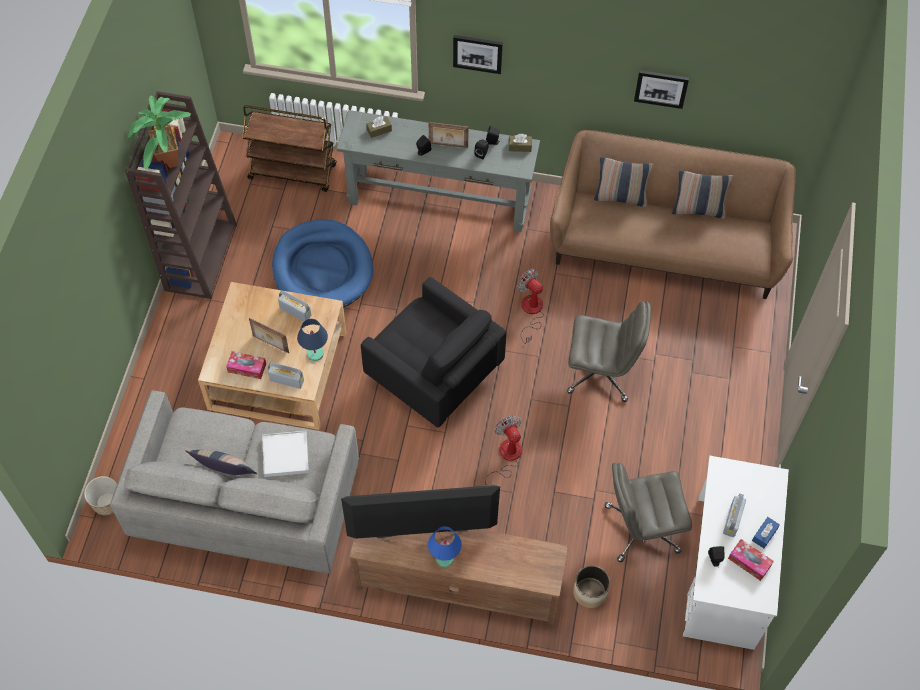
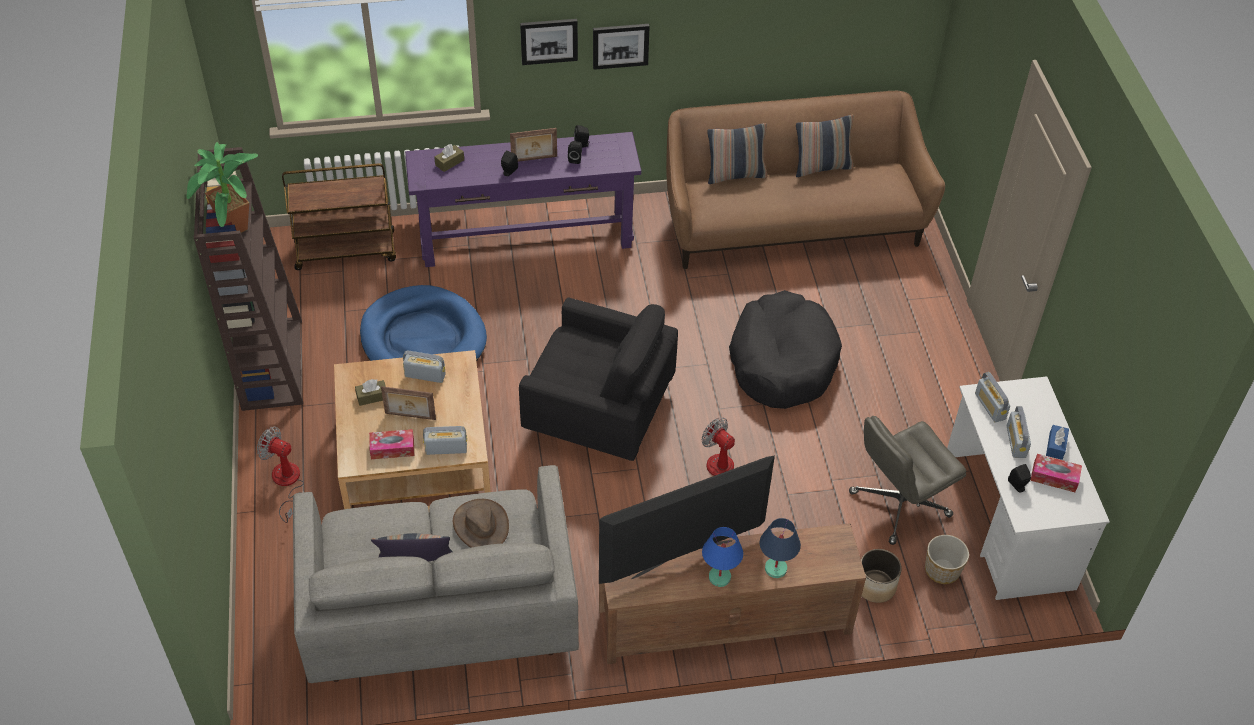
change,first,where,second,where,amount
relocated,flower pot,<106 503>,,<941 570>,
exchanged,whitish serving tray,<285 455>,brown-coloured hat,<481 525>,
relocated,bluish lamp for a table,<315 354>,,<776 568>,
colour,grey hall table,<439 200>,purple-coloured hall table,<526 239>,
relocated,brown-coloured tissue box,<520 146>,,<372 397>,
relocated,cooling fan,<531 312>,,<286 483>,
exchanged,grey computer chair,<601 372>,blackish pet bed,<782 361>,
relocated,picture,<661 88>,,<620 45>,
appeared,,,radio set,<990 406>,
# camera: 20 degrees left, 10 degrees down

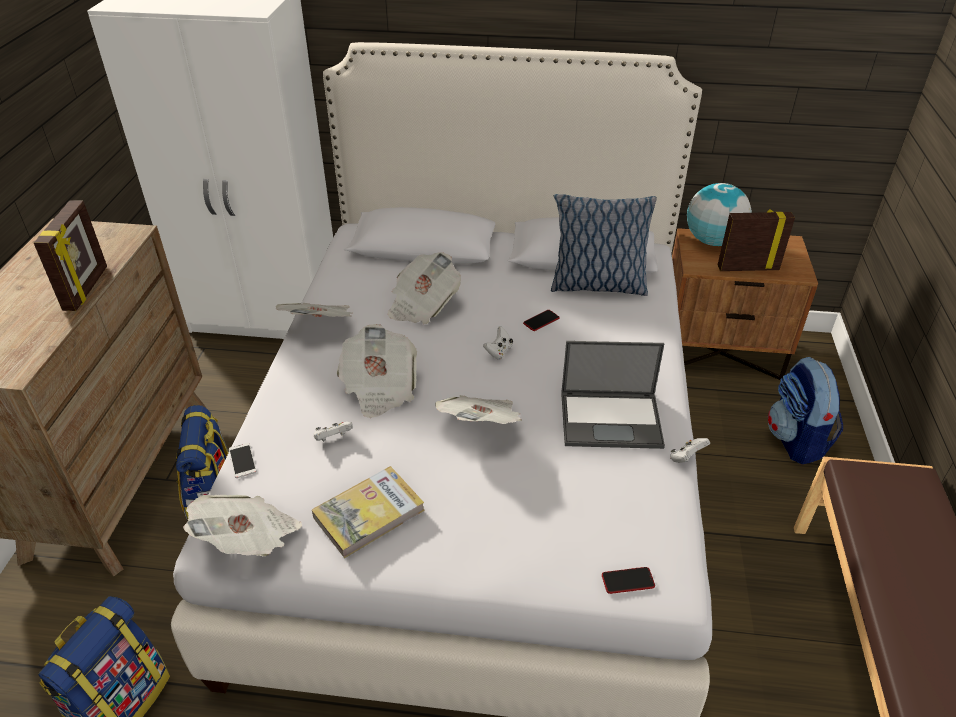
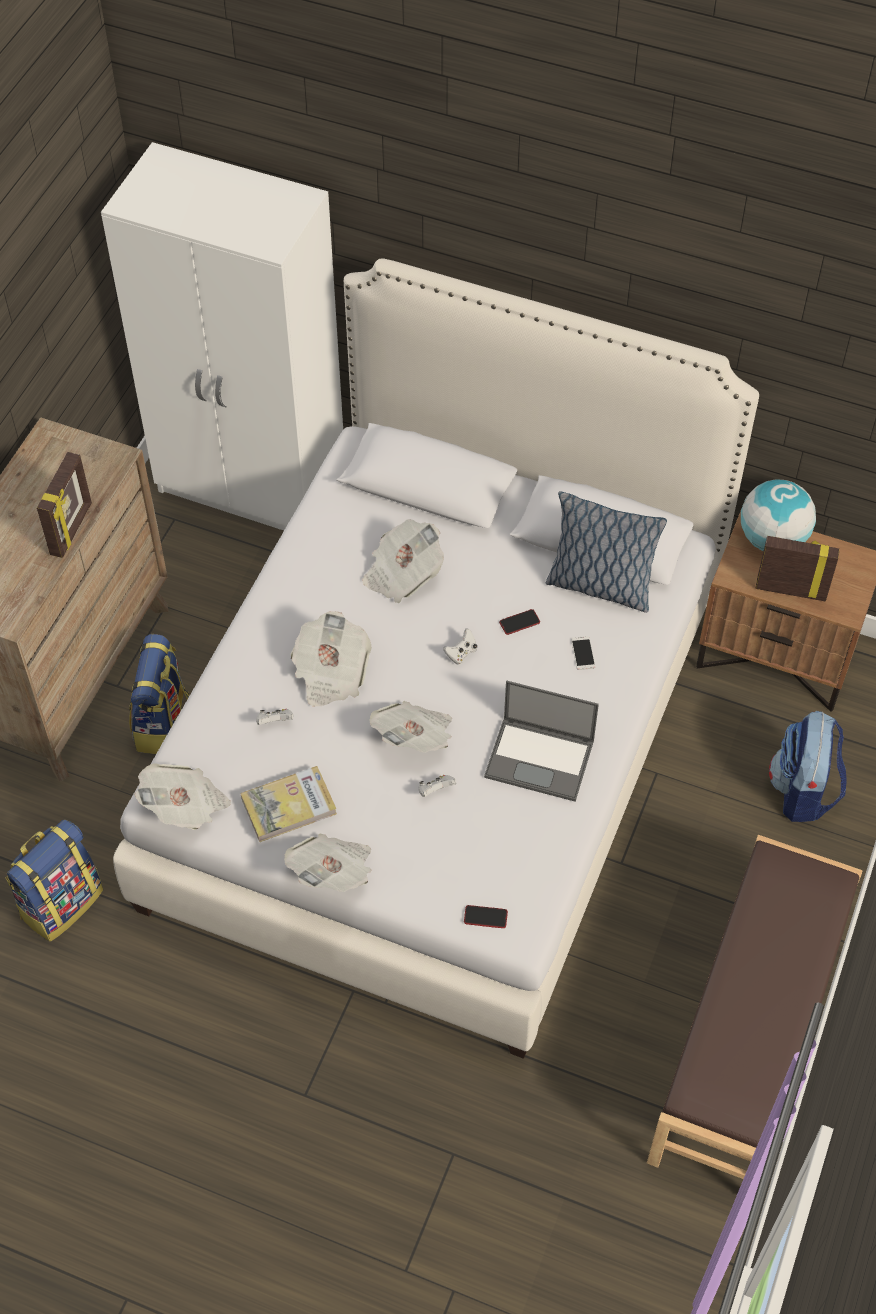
change,first,where,second,where,amount
relocated,phone,<242 460>,,<583 653>,
relocated,daily paper,<321 325>,,<333 873>,
relocated,whitish gamepad,<686 458>,,<435 790>,
# camera: 15 degrees right, 15 degrees up

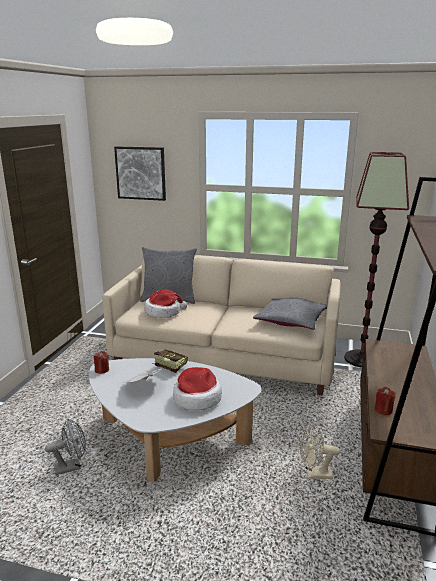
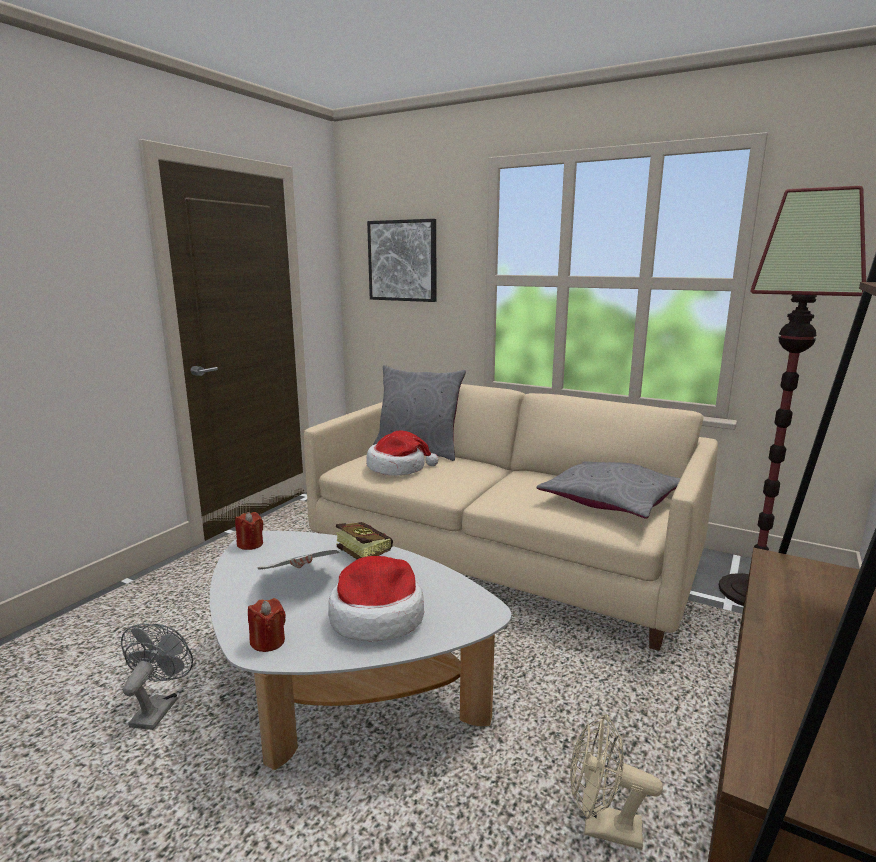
change,first,where,second,where,amount
spun,grey cooling fan,<72 466>,,<158 708>,75 degrees counterclockwise
relocated,red wax candle,<383 410>,,<268 642>,
# camera: 15 degrees right, 5 degrees down

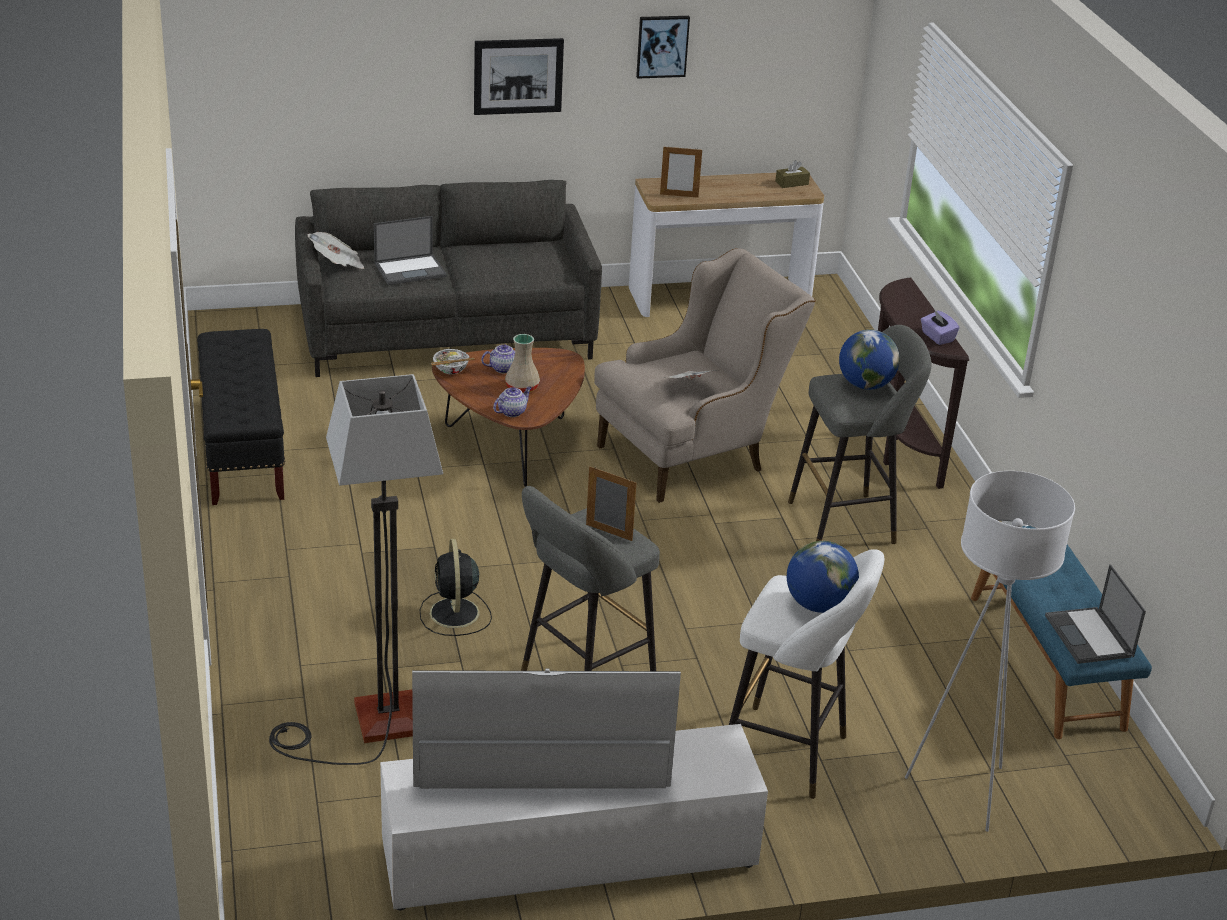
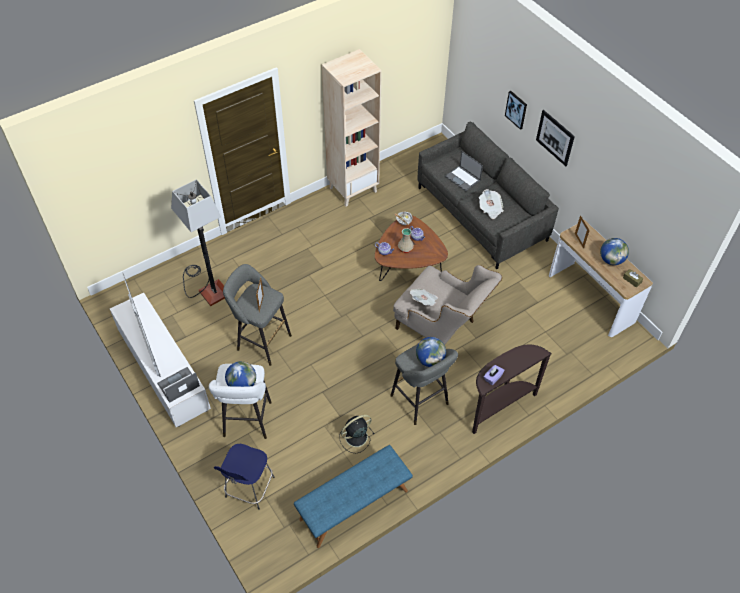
change,first,where,second,where,amount
exchanged,blackish bench,<243 450>,sand-coloured shelving unit,<353 189>,
relocated,daily paper,<337 264>,,<490 209>,
relocated,blackish cooling fan,<454 614>,,<355 437>,
relocated,picture,<662 46>,,<516 109>,
exchanged,whitish standard lamp,<962 791>,bluish stool,<249 489>,
relocated,laptop,<1090 637>,,<178 385>,
appeared,,,world globe,<611 260>,
# camera: 70 degrees right, 20 degrees up

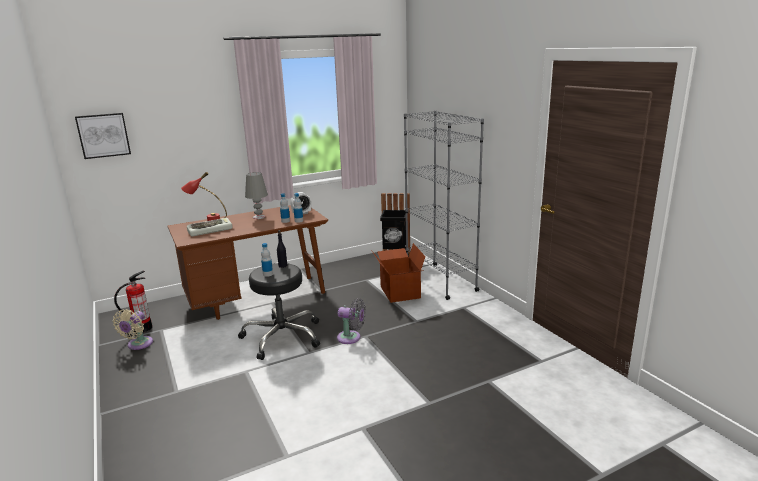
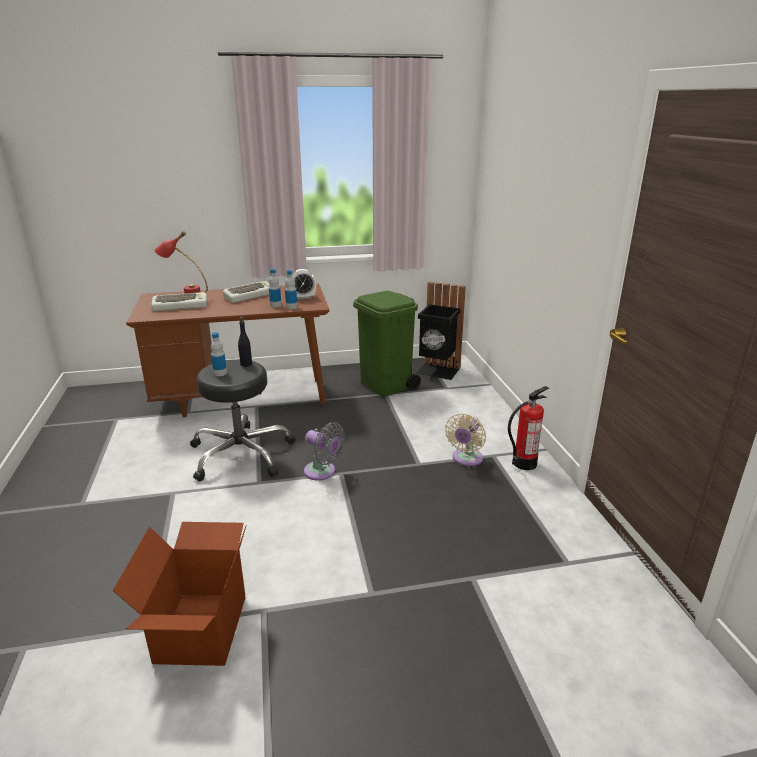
change,first,where,second,where,amount
missing,picture,<103 135>,,,
relocated,sand-coloured cooling fan,<138 345>,,<466 459>,
relocated,fire-fighting cylinder,<143 328>,,<524 463>,
exchanged,grey lamp for a table,<259 217>,PC keyboard,<250 296>,
relocated,carton,<399 292>,,<199 628>,
missing,grey shelving unit,<440 280>,,,
appeared,,,green-coloured waste bin,<386 385>,
# camera: 15 degrees right, 5 degrees up

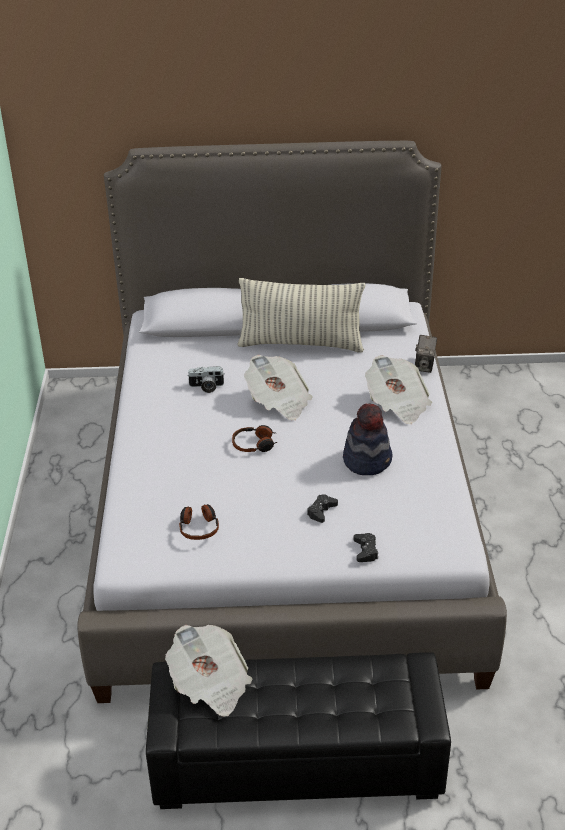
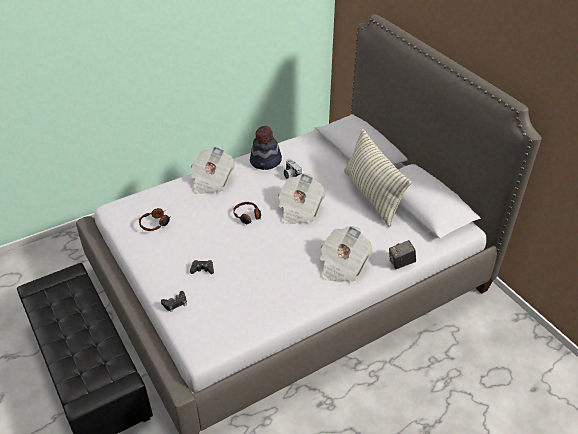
change,first,where,second,where,amount
relocated,daily paper,<210 684>,,<211 181>,
relocated,hat,<367 460>,,<266 161>,
# camera: 60 degrees right, 5 degrees up

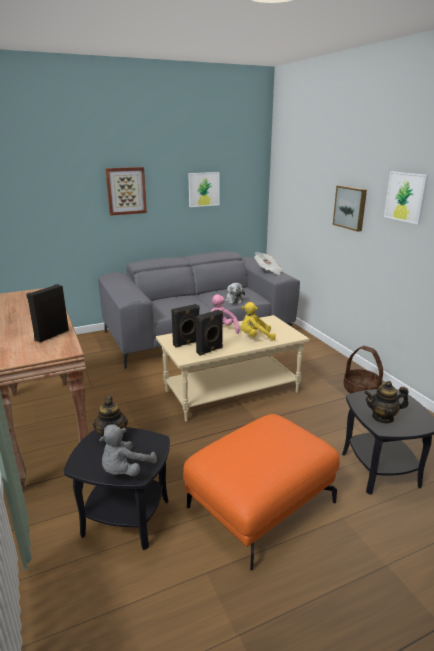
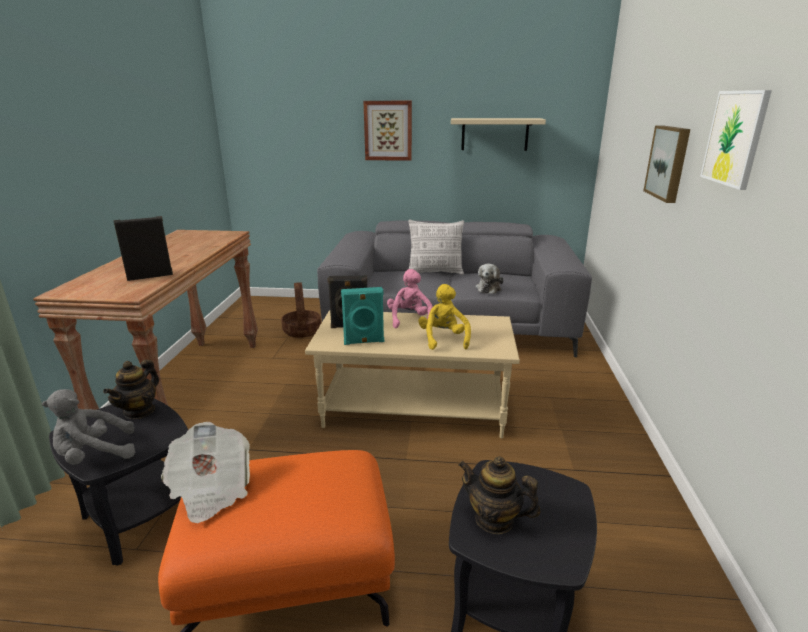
change,first,where,second,where,amount
exchanged,picture,<203 189>,sand-coloured wall shelf,<494 134>,
colour,blackish audio speaker,<210 350>,turquoise audio speaker,<364 342>,
spun,yellowish plush toy,<255 337>,,<443 339>,60 degrees clockwise
relocated,daily paper,<268 271>,,<211 489>,
relocated,basket,<361 390>,,<302 331>,
appeared,,,cushion,<435 272>,
# camera: 30 degrees right, 0 degrees up

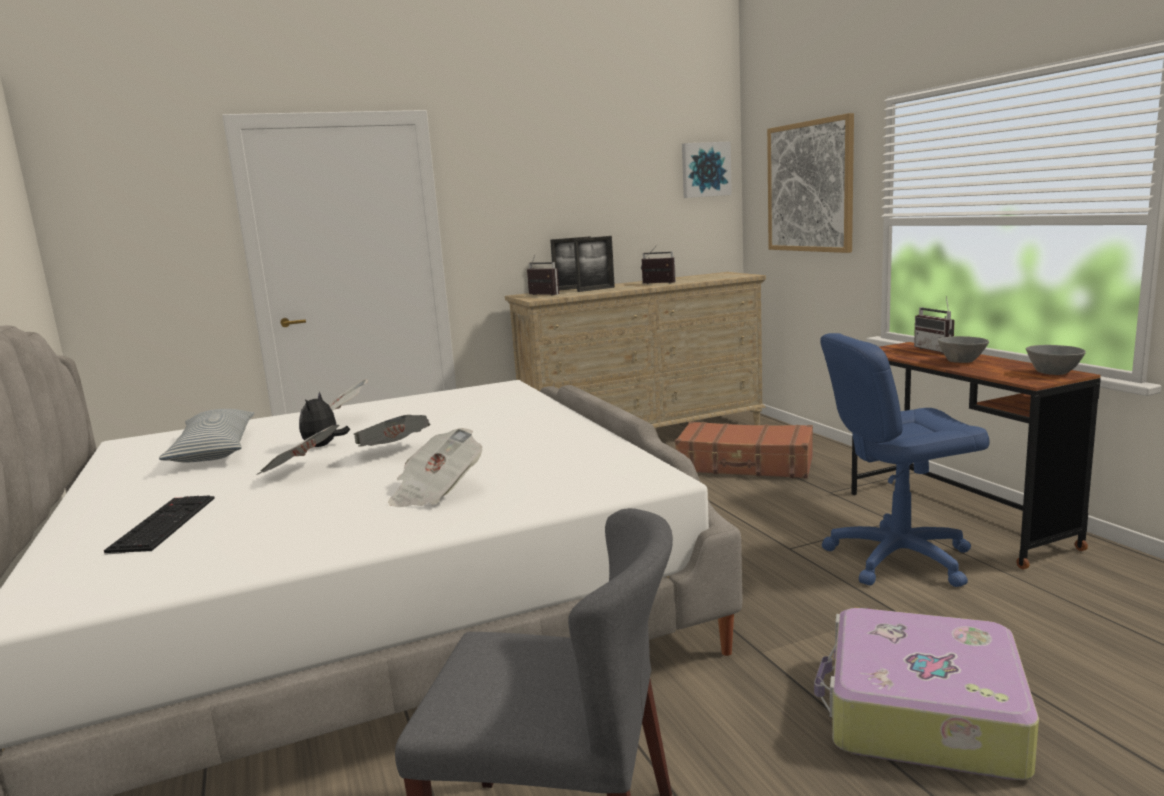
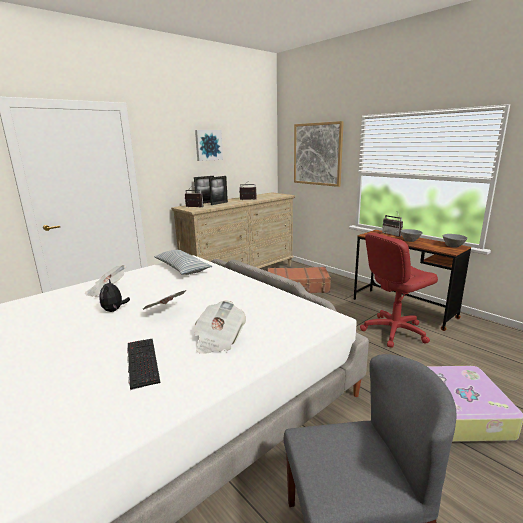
change,first,where,second,where,amount
relocated,PC keyboard,<162 523>,,<141 362>,
relocated,cushion,<214 450>,,<182 268>,
missing,daily paper,<301 471>,,,
relocated,picture,<705 170>,,<208 145>,
colour,bluish computer chair,<898 558>,red computer chair,<394 331>,
# camera: 20 degrees left, 5 degrees up

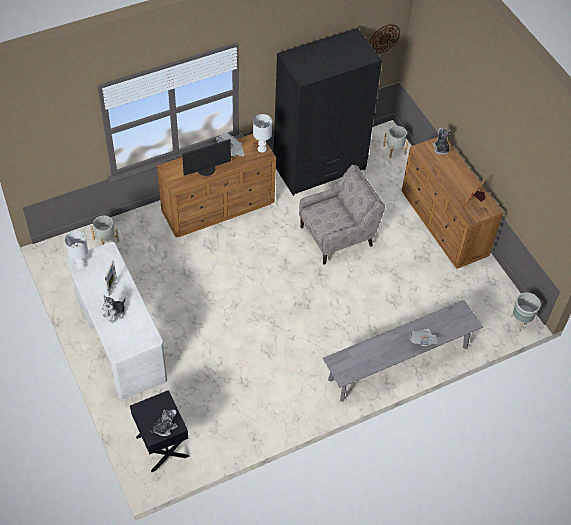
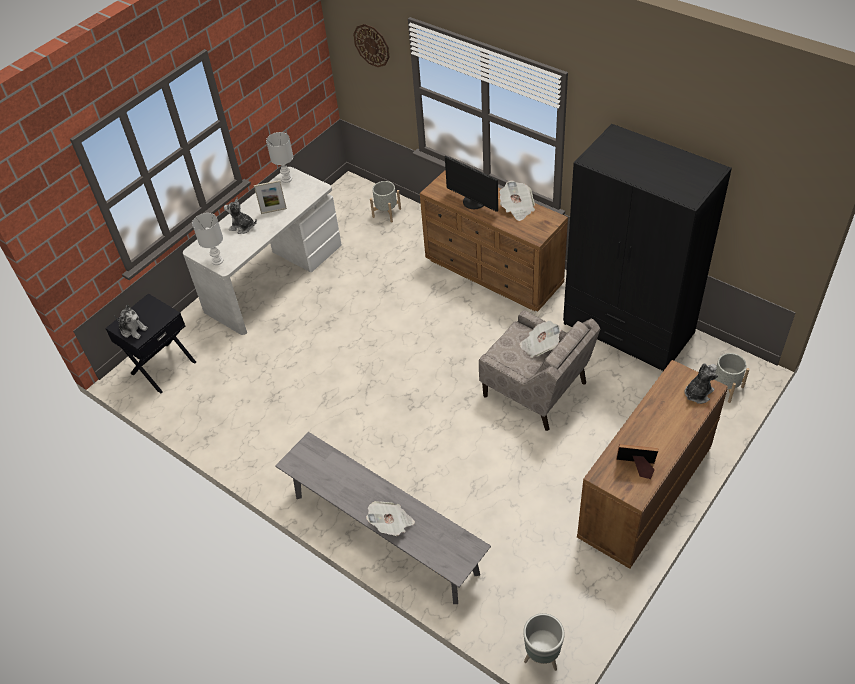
change,first,where,second,where,amount
relocated,whitish lamp for a table,<261 149>,,<217 260>,
relocated,clock on the wall,<384 38>,,<372 45>,
appeared,,,daily paper,<539 346>,
# camera: 70 degrees right, 5 degrees down

